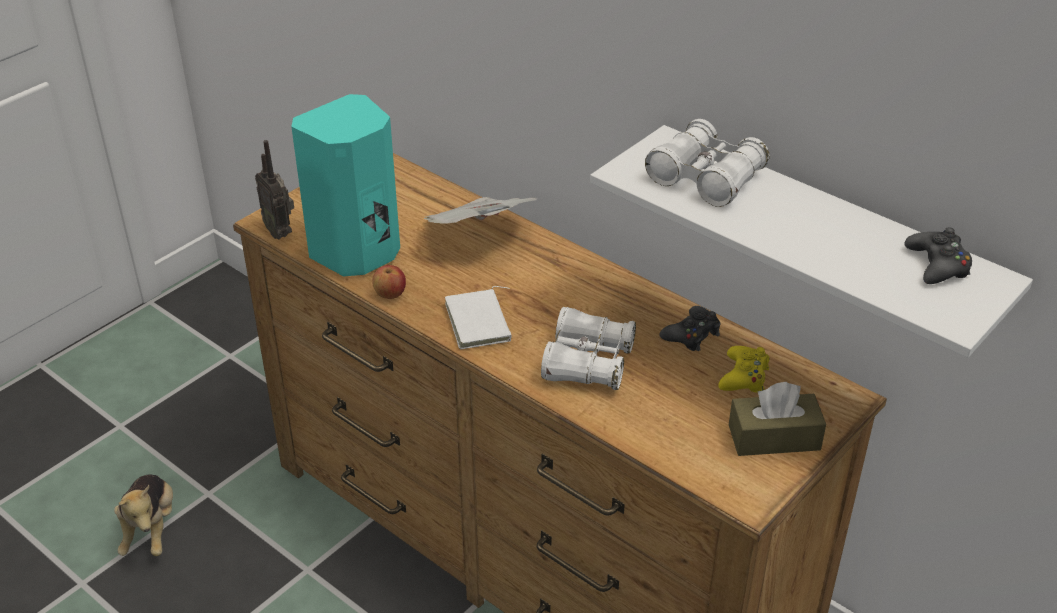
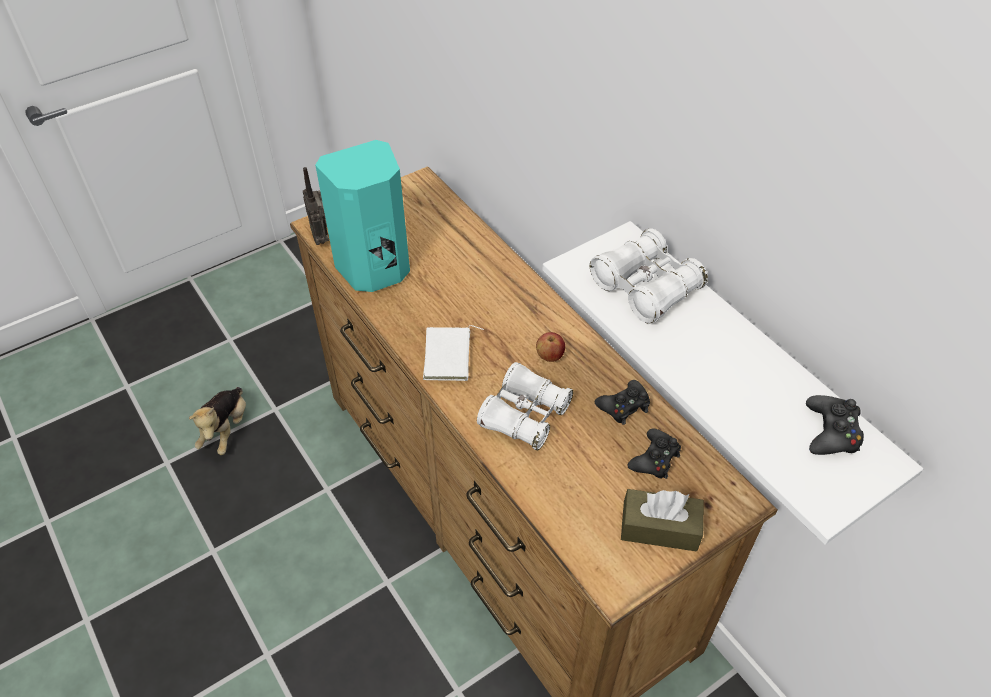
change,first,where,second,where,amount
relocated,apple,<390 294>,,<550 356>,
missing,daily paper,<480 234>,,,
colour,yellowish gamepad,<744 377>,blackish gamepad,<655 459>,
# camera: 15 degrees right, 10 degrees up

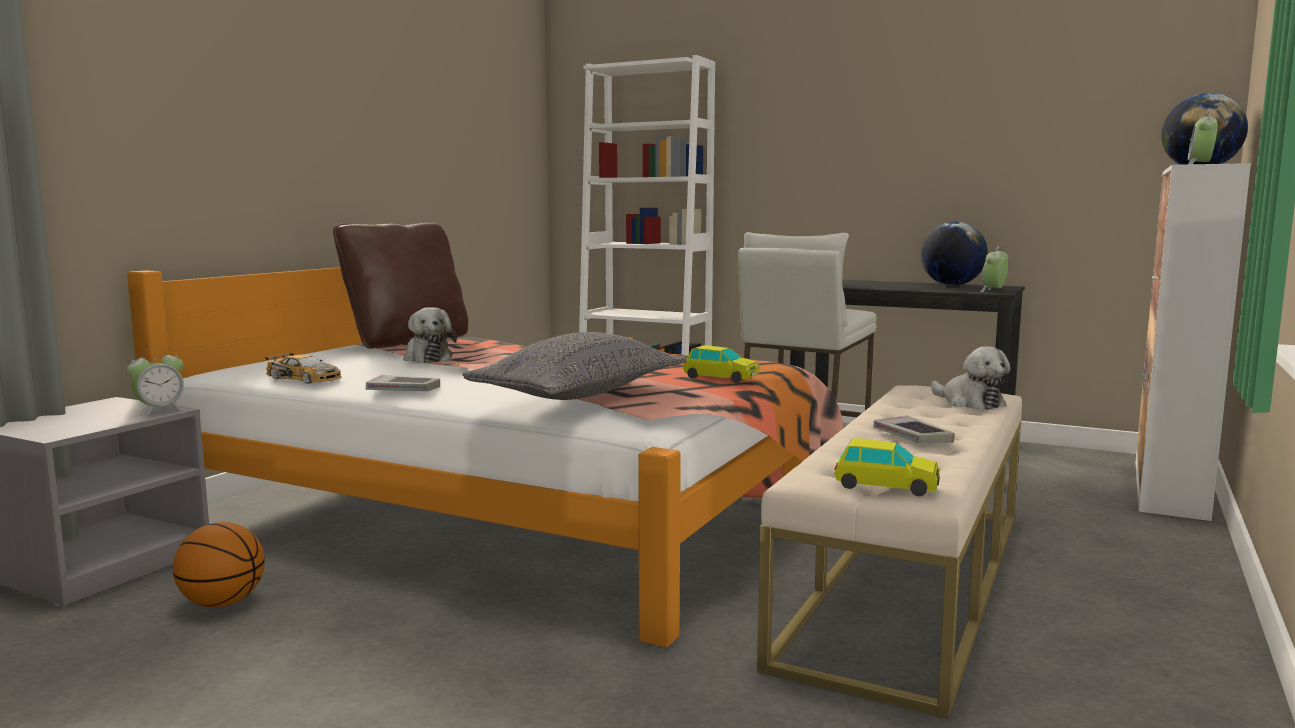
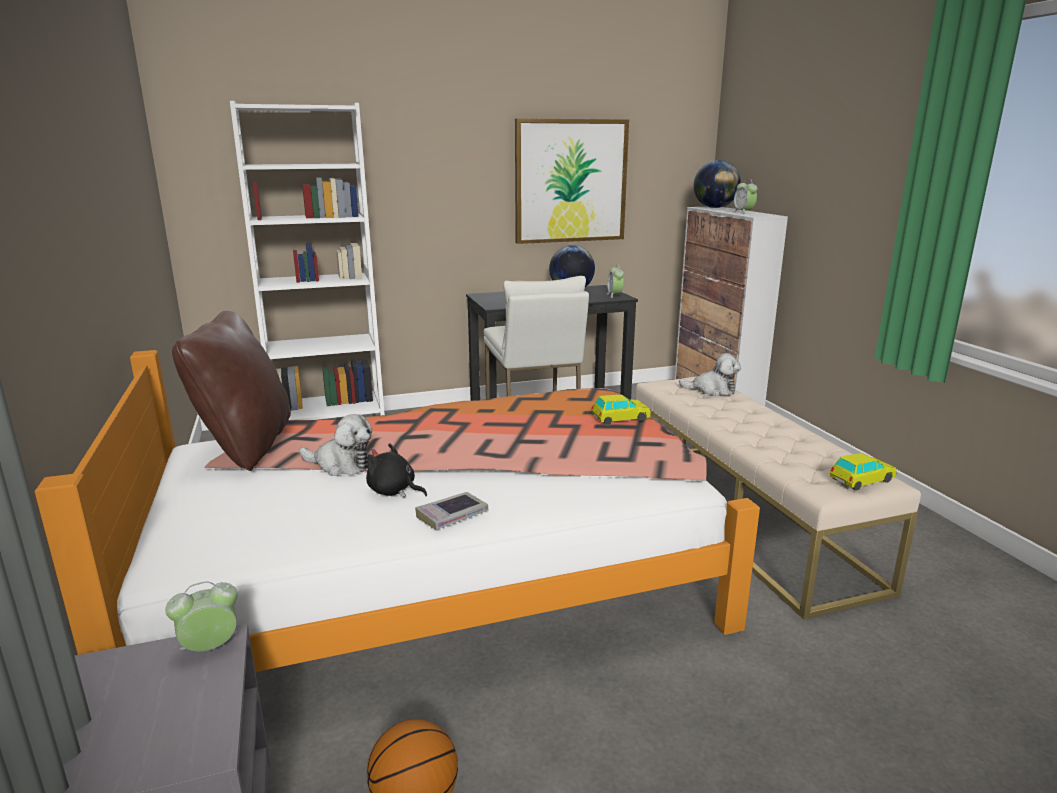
change,first,where,second,where,amount
spun,alarm clock,<160 410>,,<210 648>,120 degrees counterclockwise
missing,model car,<304 378>,,,
missing,grey cushion,<580 395>,,,
missing,volume,<912 437>,,,
appeared,,,blackish plush toy,<394 491>,
appeared,,,picture,<570 181>,
# camera: 45 degrees left, 10 degrees up

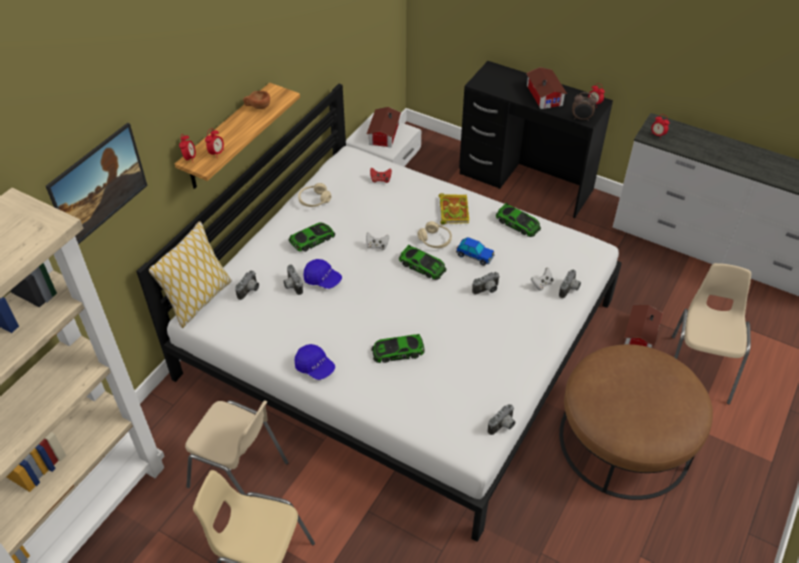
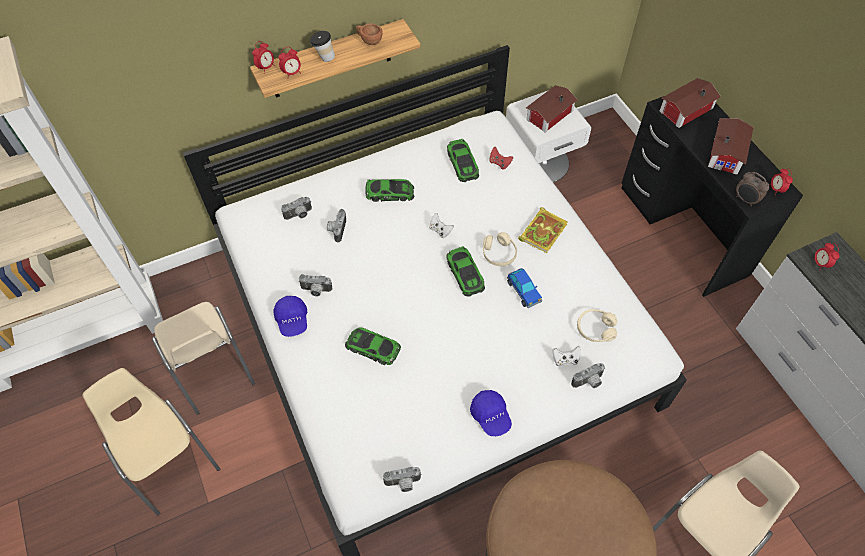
change,first,where,second,where,amount
missing,picture,<104 200>,,,
missing,cushion,<198 300>,,,
relocated,sand-coloured headphones,<314 200>,,<595 329>,
relocated,bluish peaked cap,<322 279>,,<491 416>,
relocated,photo camera,<487 290>,,<316 291>,
relocated,model car,<518 223>,,<462 164>,
relocated,model house,<638 335>,,<684 109>,
appeared,,,drinking cup,<324 58>,
# camera: 35 degrees right, 10 degrees up

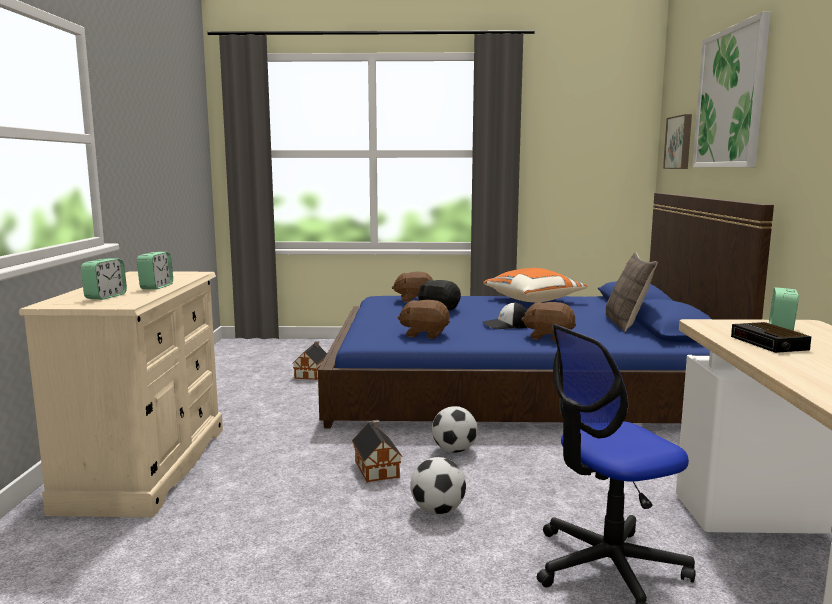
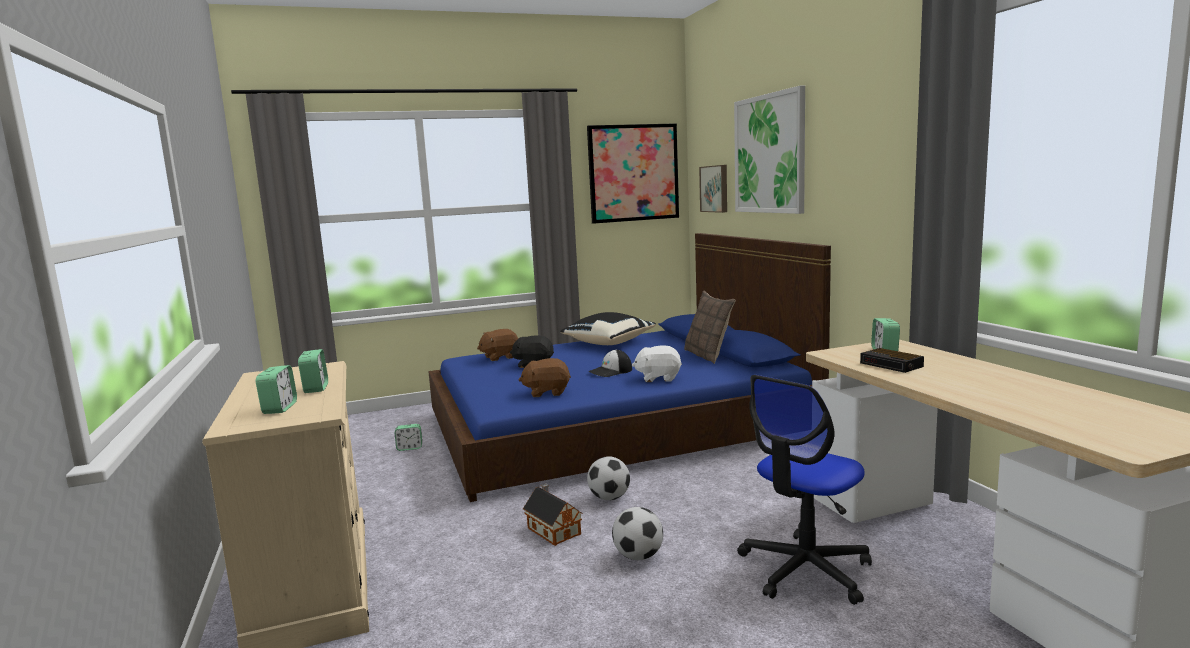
change,first,where,second,where,amount
exchanged,model house,<311 373>,alarm clock,<409 448>,
colour,orangey cushion,<532 300>,blackish cushion,<608 343>,
colour,brown-coloured plush toy,<549 337>,whitish plush toy,<658 378>,
appeared,,,picture,<633 173>,
# camera: 20 degrees left, 0 degrees up

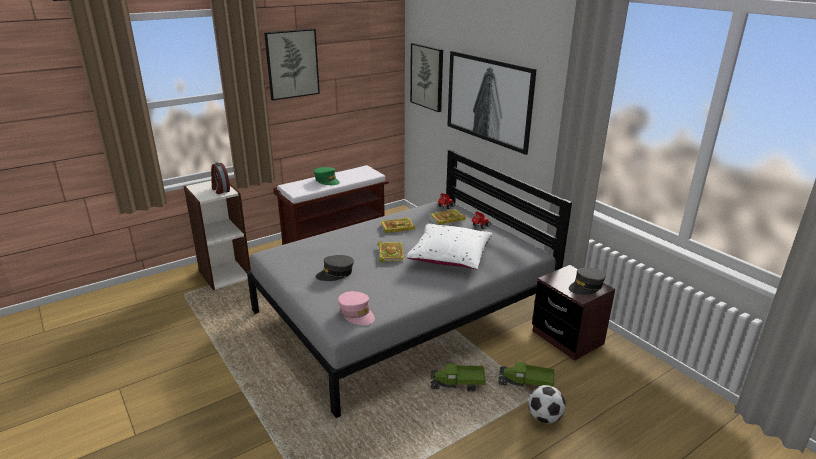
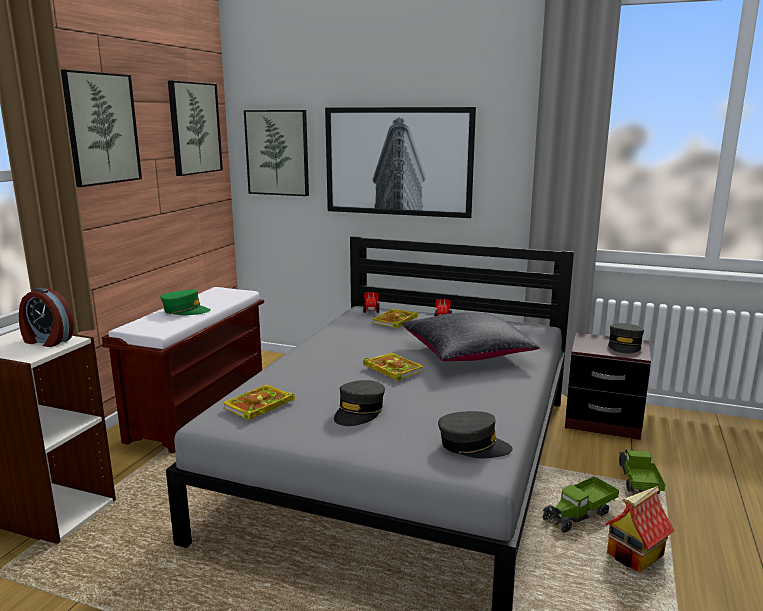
change,first,where,second,where,amount
colour,pink peaked cap,<356 314>,grey peaked cap,<473 446>,
relocated,volume,<396 227>,,<258 406>,
colour,whitish cushion,<450 256>,blackish cushion,<466 353>,
spun,toy lorry,<525 384>,,<637 482>,120 degrees clockwise
missing,football,<544 417>,,,
appeared,,,picture,<194 128>,
appeared,,,model house,<635 556>,
# camera: 35 degrees left, 10 degrees down

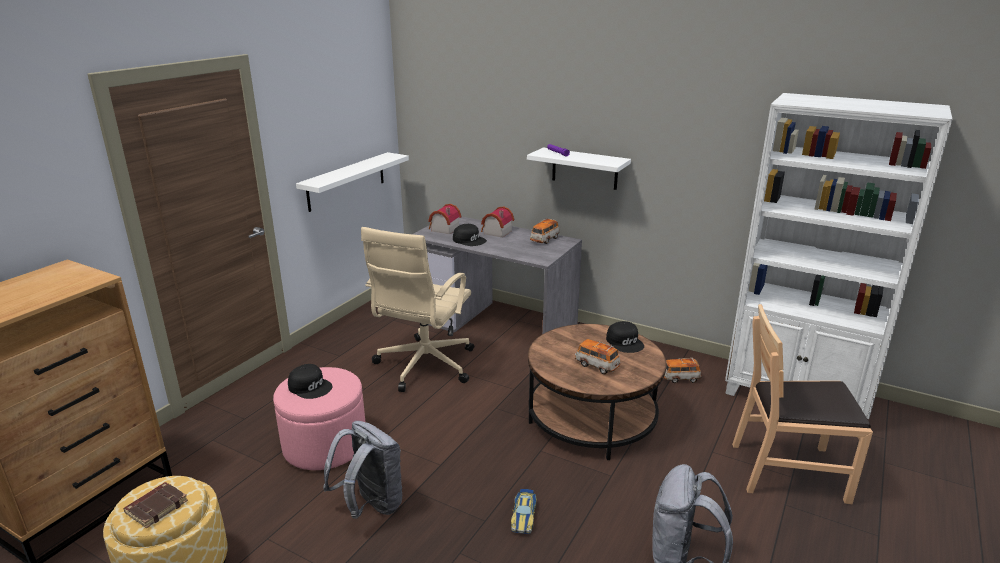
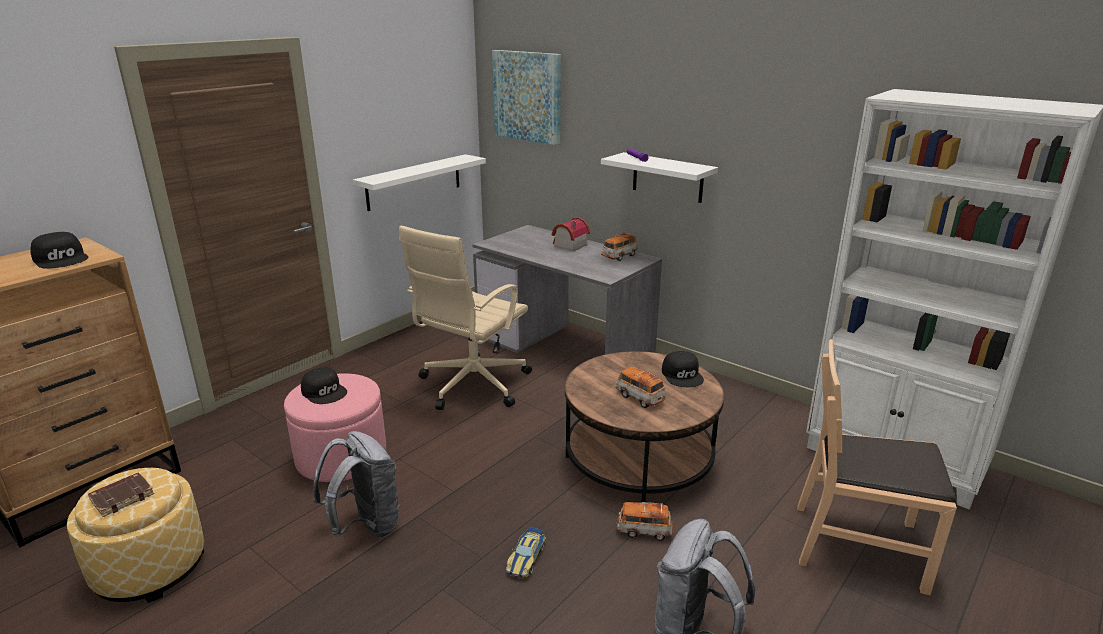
change,first,where,second,where,amount
missing,model house,<443 229>,,,
relocated,blackish peaked cap,<469 240>,,<62 259>,
relocated,model car,<680 378>,,<644 531>,
appeared,,,picture,<527 96>,
# camera: 10 degrees right, 0 degrees up

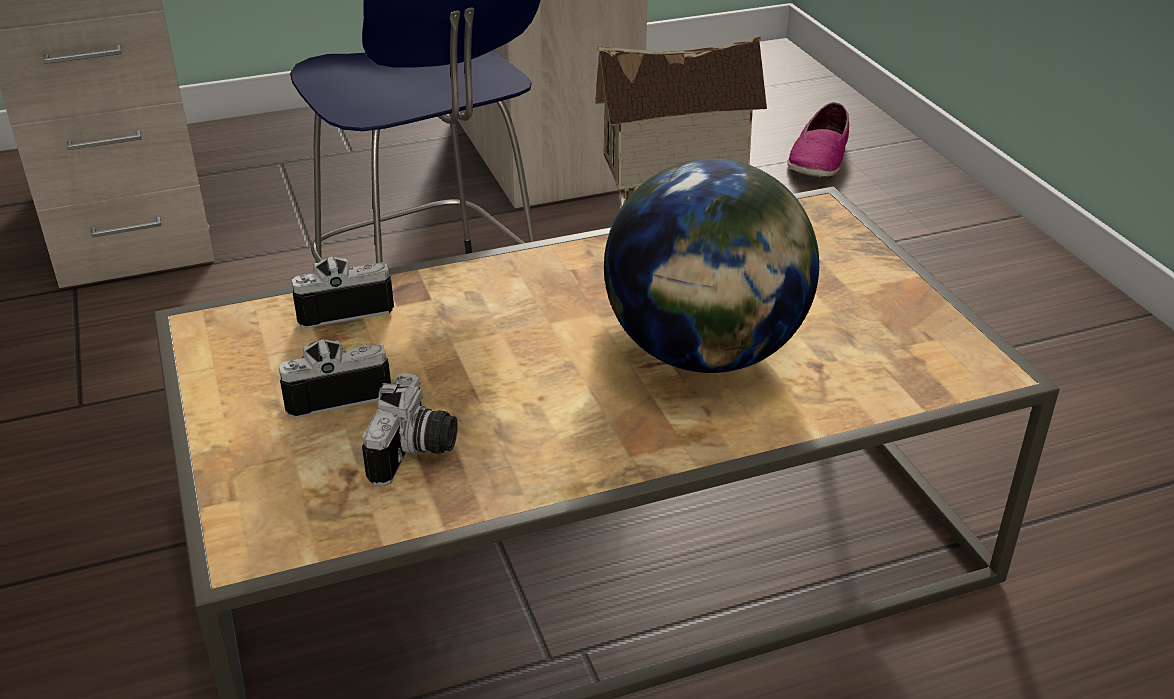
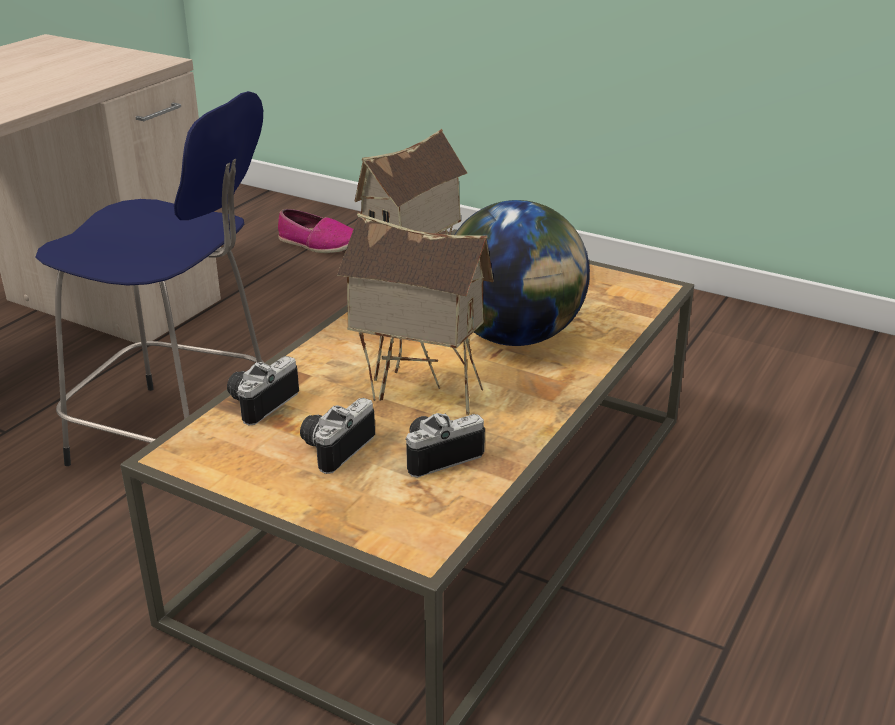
change,first,where,second,where,amount
spun,photo camera,<417 453>,,<438 454>,90 degrees counterclockwise
spun,low shoe,<819 159>,,<319 244>,45 degrees counterclockwise
appeared,,,model house,<417 394>,
# camera: 40 degrees left, 5 degrees down

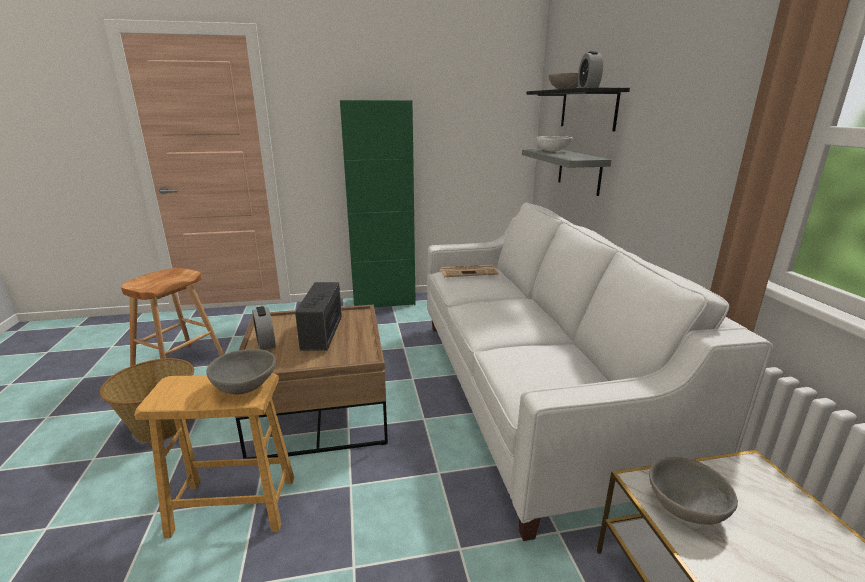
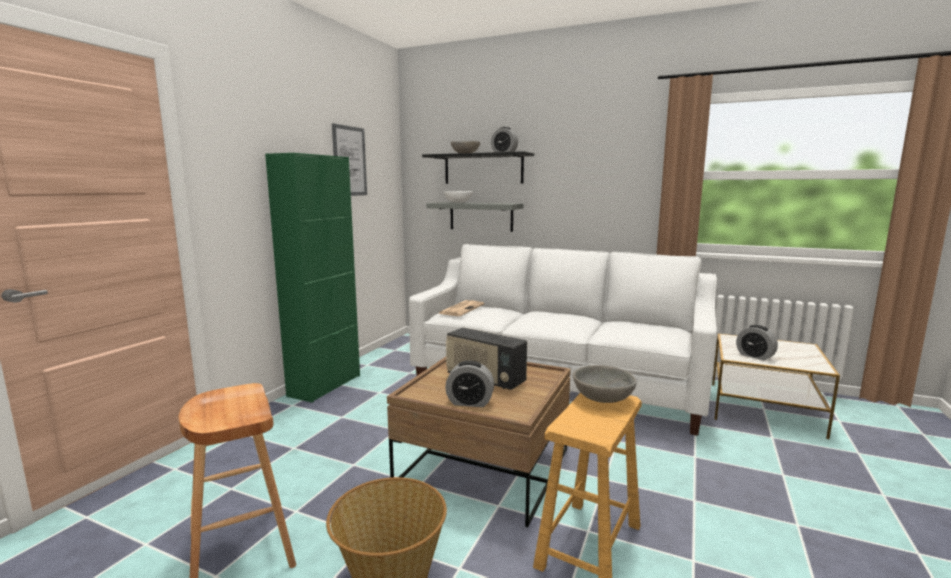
change,first,where,second,where,amount
exchanged,grey serving bowl,<686 507>,alarm clock,<755 356>,
appeared,,,picture,<349 161>,
# camera: 55 degrees left, 10 degrees down

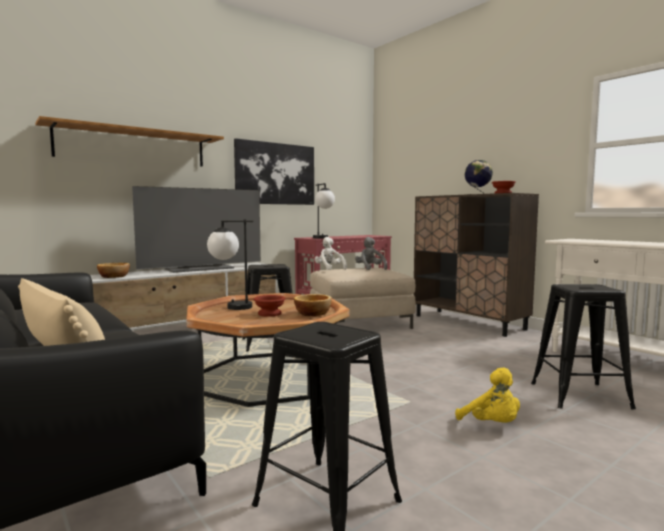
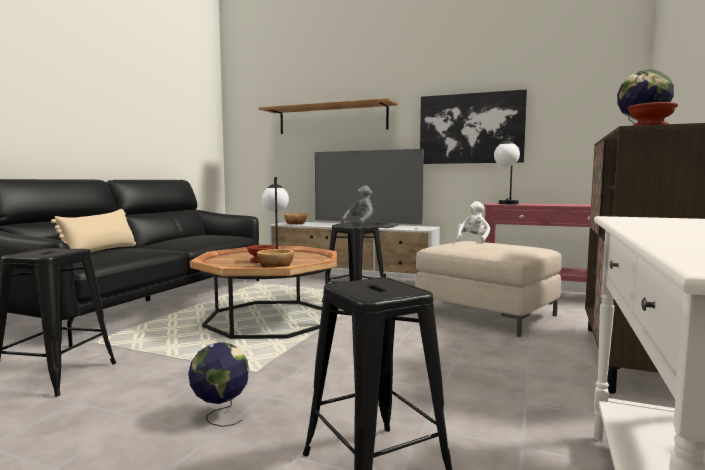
change,first,where,second,where,amount
relocated,grey plush toy,<370 268>,,<360 223>,
exchanged,yellowish plush toy,<492 424>,world globe,<220 415>,
# camera: 60 degrees right, 0 degrees up

